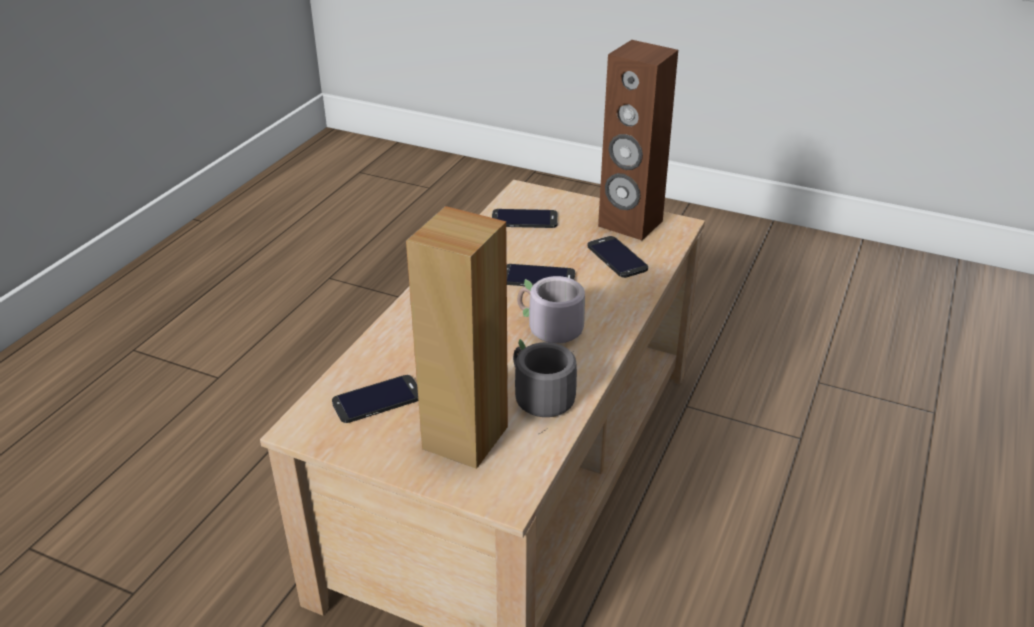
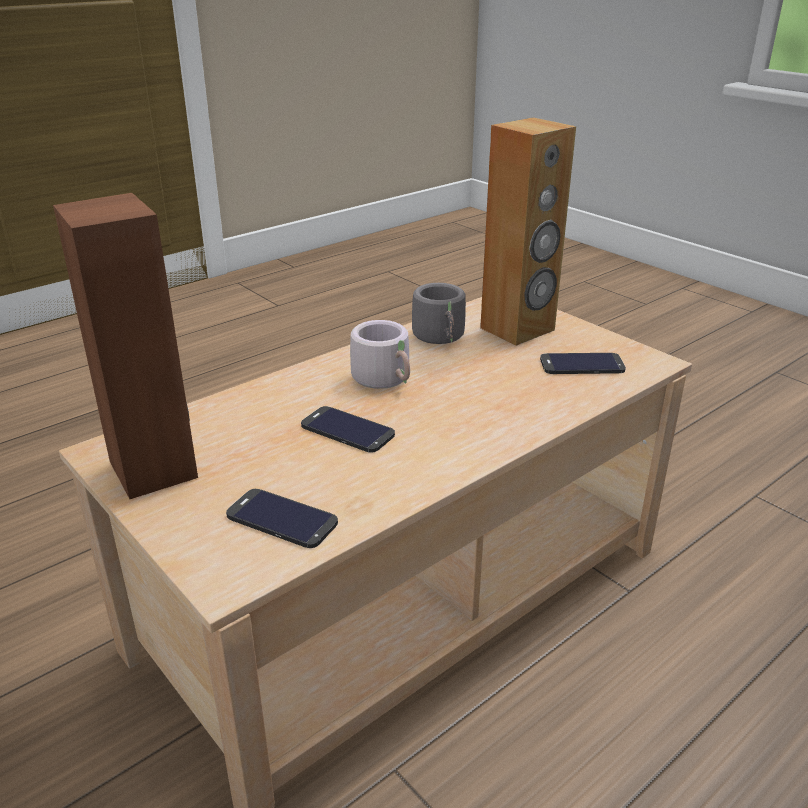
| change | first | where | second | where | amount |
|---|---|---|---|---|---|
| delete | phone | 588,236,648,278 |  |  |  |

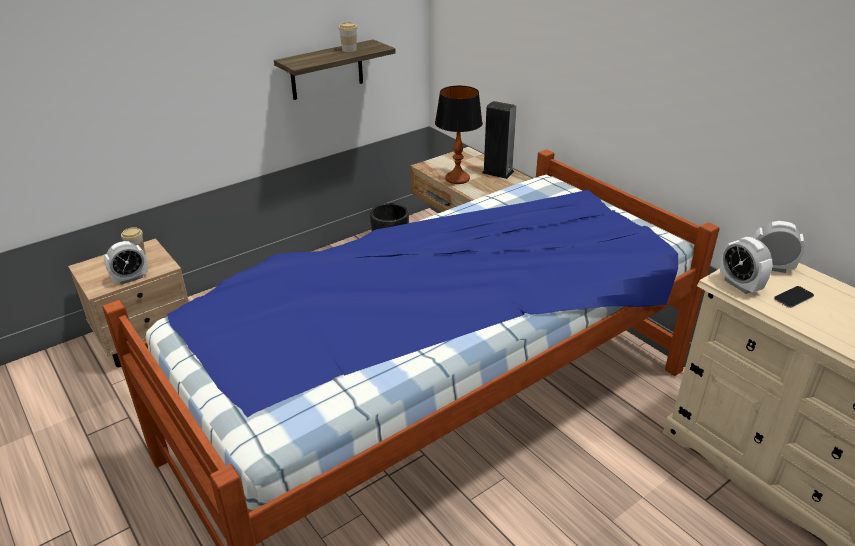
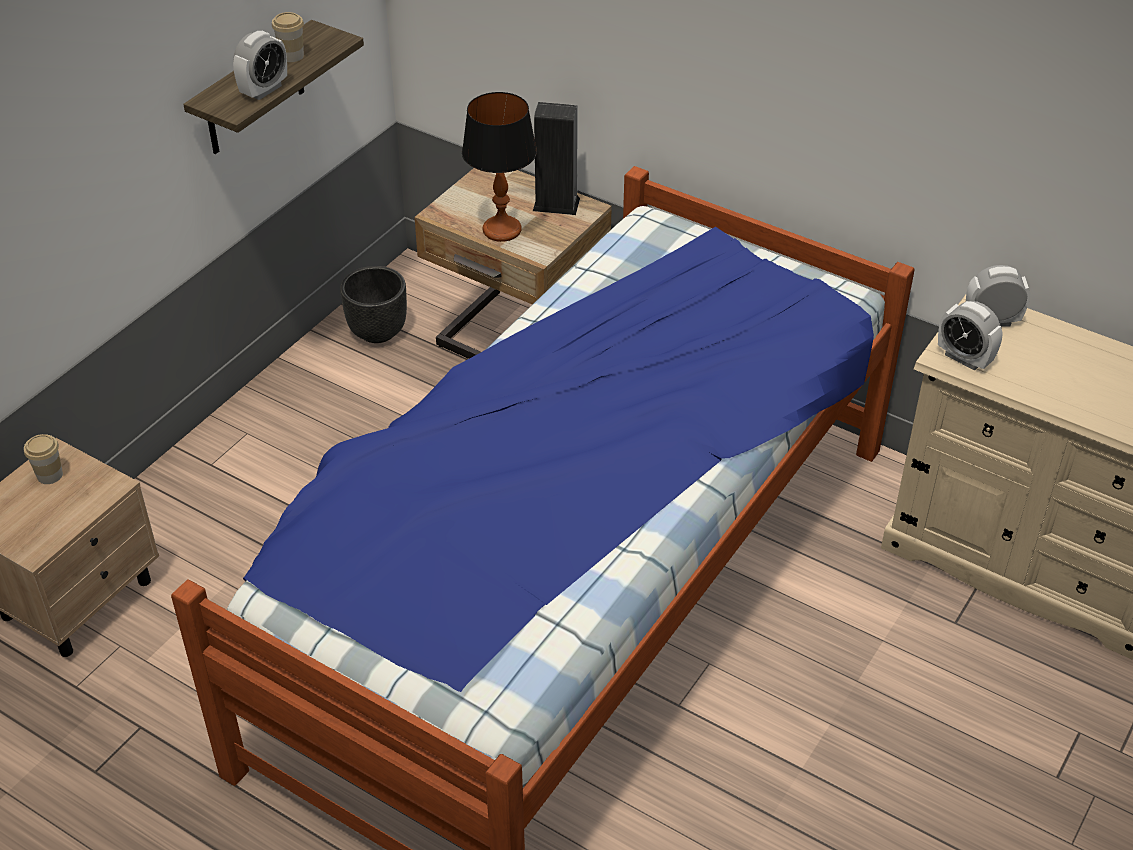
| change | first | where | second | where | amount |
|---|---|---|---|---|---|
| delete | phone | 774,286,814,308 |  |  |  |
| move | alarm clock | 104,241,148,285 |  | 233,31,287,100 |  |

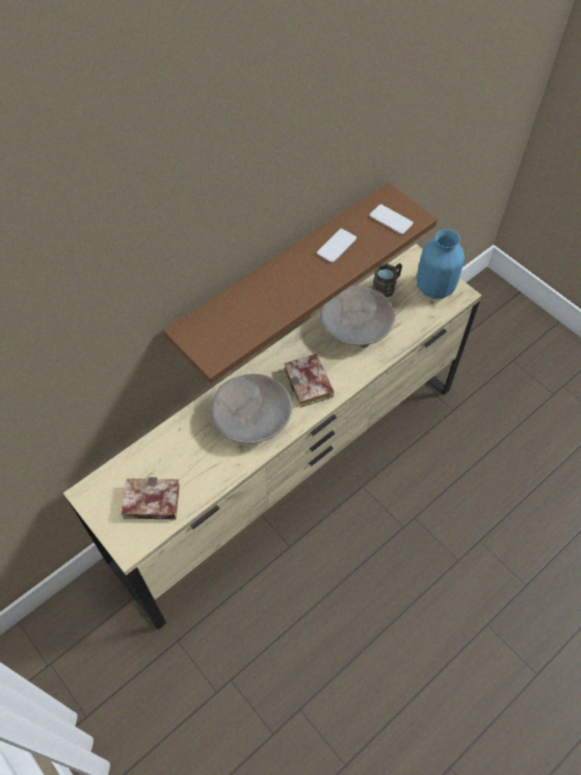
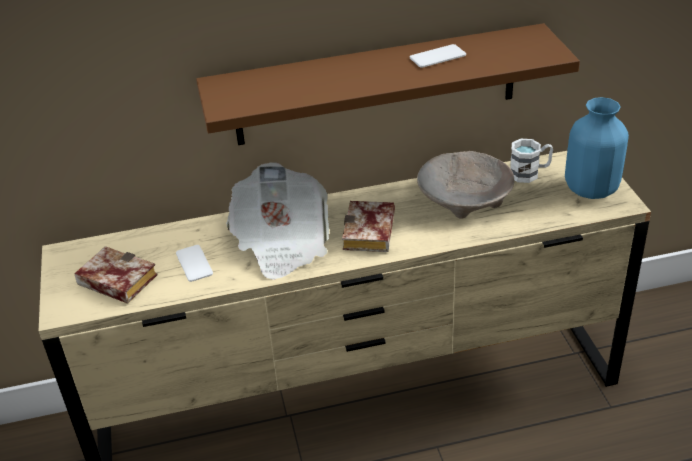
| change | first | where | second | where | amount |
|---|---|---|---|---|---|
| move | phone | 370,204,413,234 |  | 176,245,213,282 |  |
| replace | beige bowl | 210,374,292,444 | newspaper | 226,162,329,280 |  |
| recolor | brown mug | 372,263,402,297 | white mug | 510,139,553,183 |  |

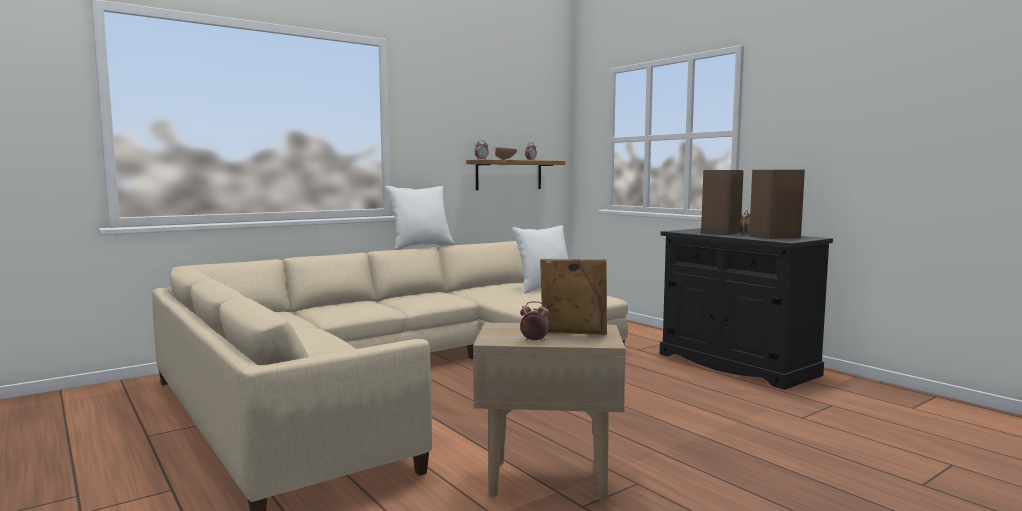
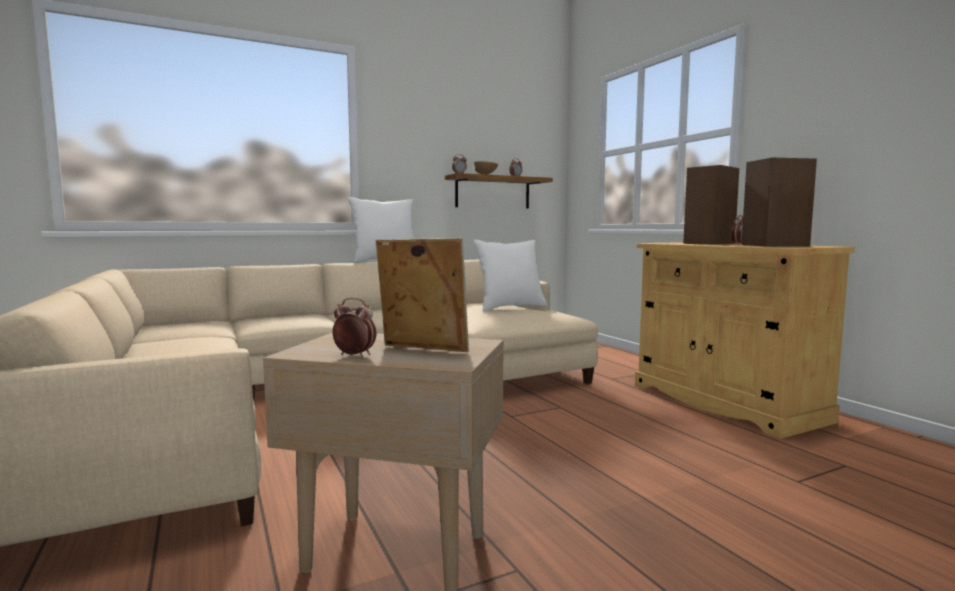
| change | first | where | second | where | amount |
|---|---|---|---|---|---|
| recolor | black cabinet | 660,228,833,390 | beige cabinet | 635,242,855,439 |  |

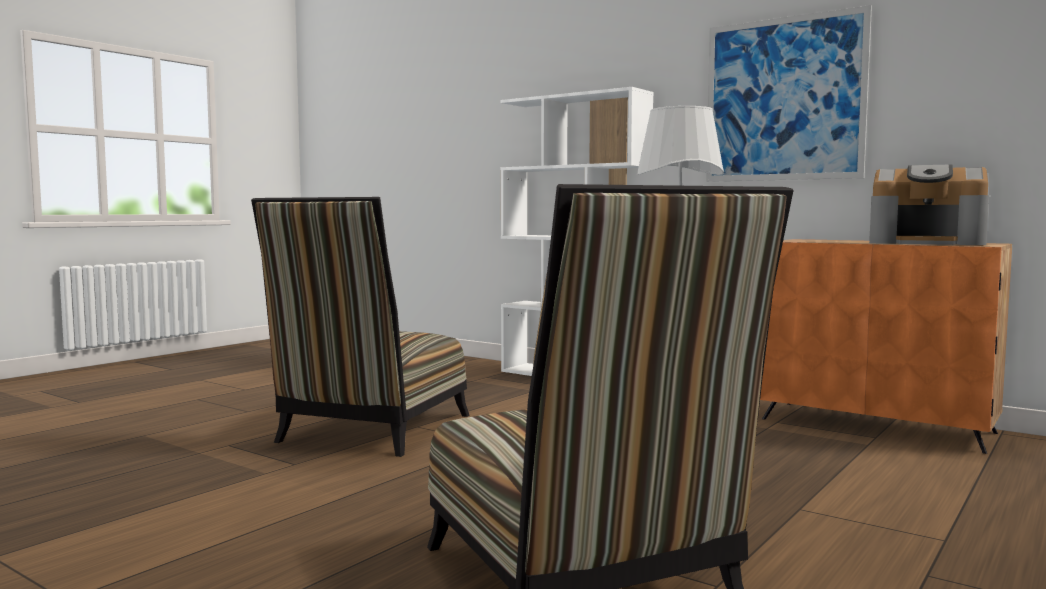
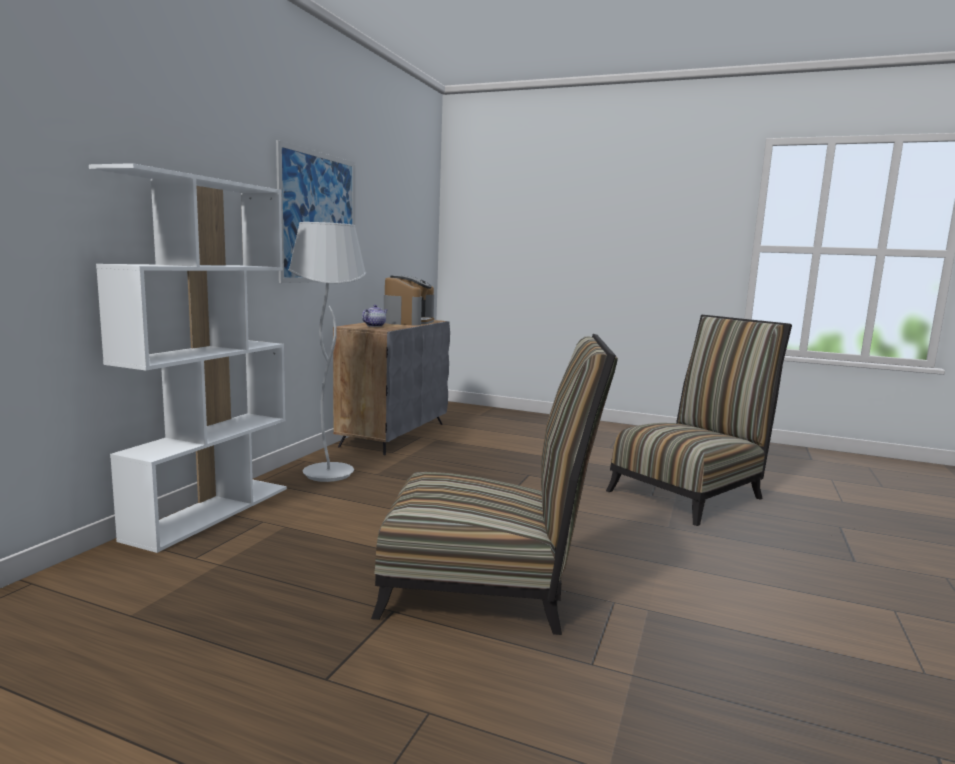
| change | first | where | second | where | amount |
|---|---|---|---|---|---|
| insert |  |  | teapot | 362,305,387,327 |  |
| recolor | orange cabinet | 760,239,1012,454 | grey cabinet | 333,320,450,455 |  |

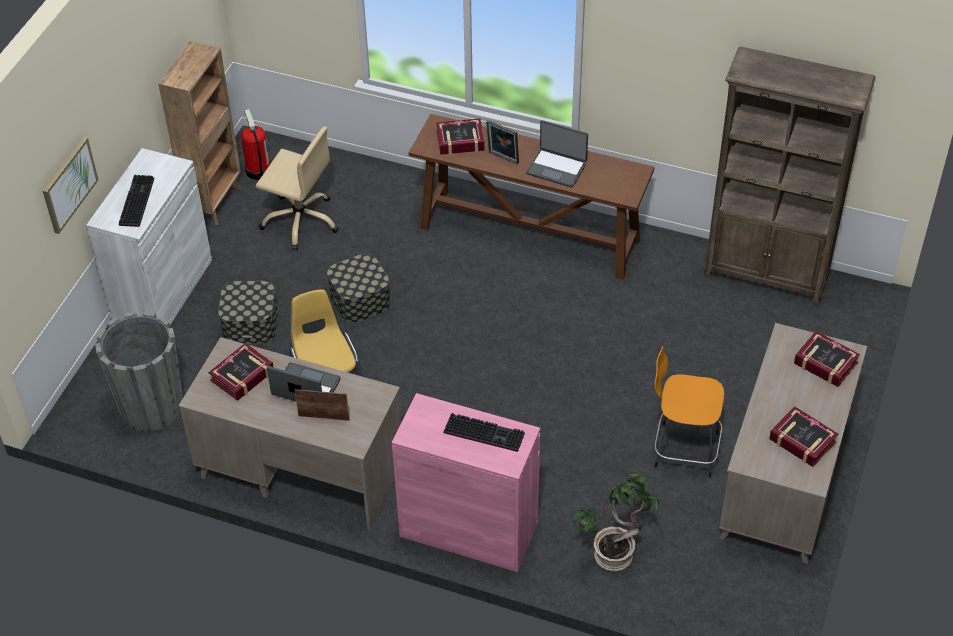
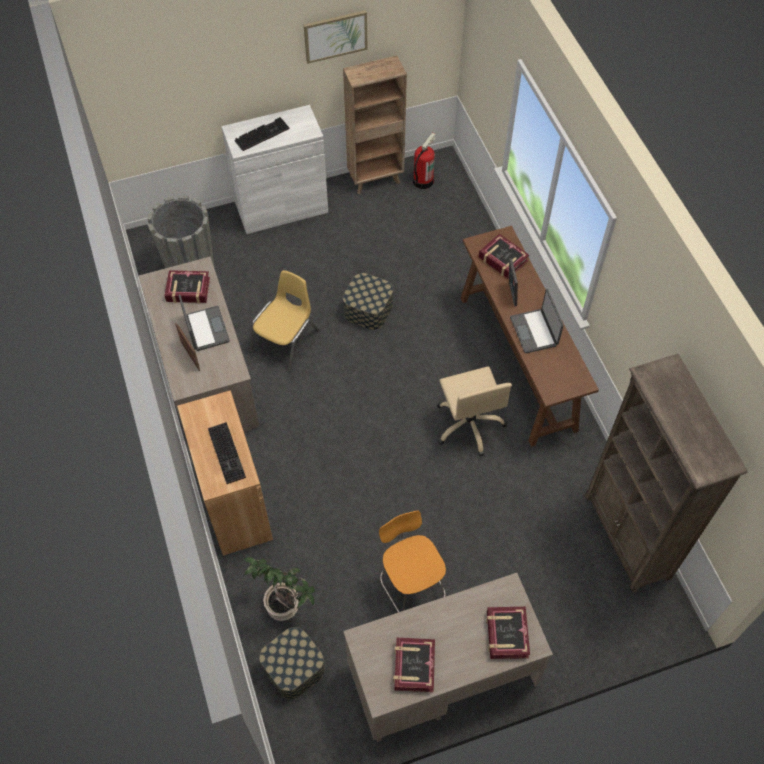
| change | first | where | second | where | amount |
|---|---|---|---|---|---|
| move | picture | 43,137,98,234 |  | 304,10,368,64 |  |
| move | storage box | 218,281,278,344 |  | 259,627,325,700 |  |
| move | beige office chair | 256,126,339,250 |  | 437,366,512,456 |  |
| recolor | pink cabinet | 392,393,540,572 | brown cabinet | 177,390,273,556 |  |

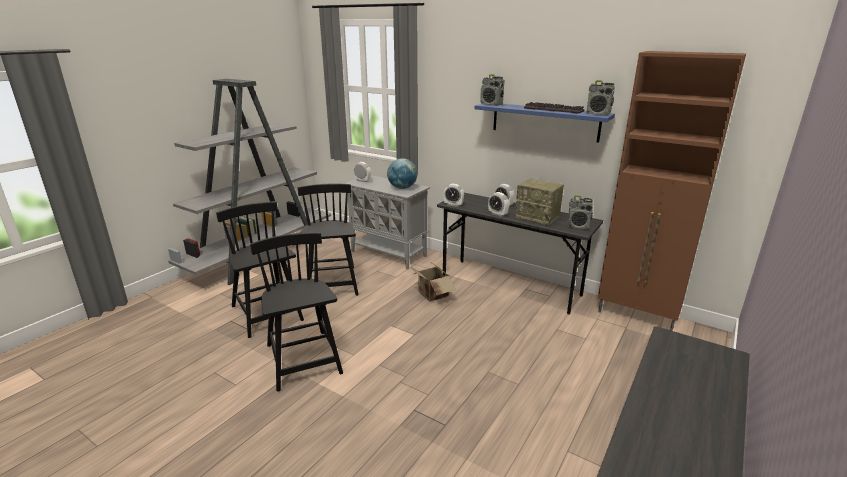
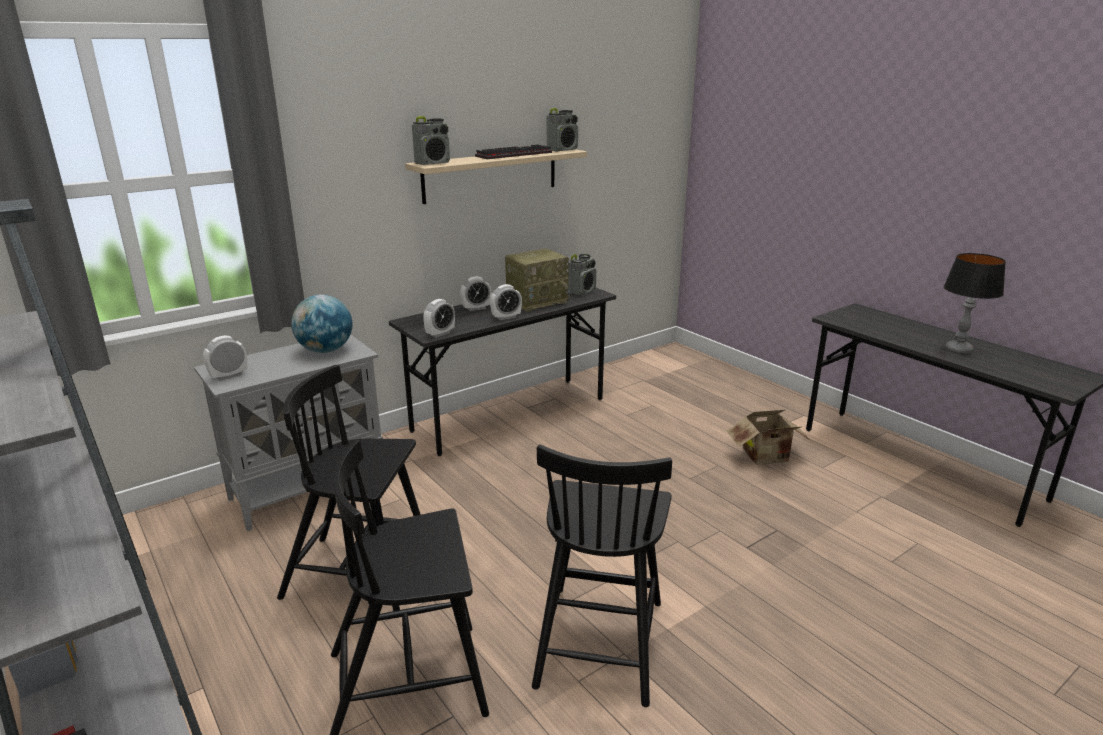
| change | first | where | second | where | amount |
|---|---|---|---|---|---|
| delete | brown cabinet | 598,51,746,331 |  |  |  |
| insert |  |  | table lamp | 943,253,1006,354 |  |
| move | cardboard box | 410,261,456,301 |  | 726,410,811,465 |  |
| recolor | blue shelf | 475,104,615,143 | beige shelf | 405,149,587,204 |  |
| rotate | black chair | 250,232,343,392 |  | 532,444,672,707 | 75 degrees counterclockwise |

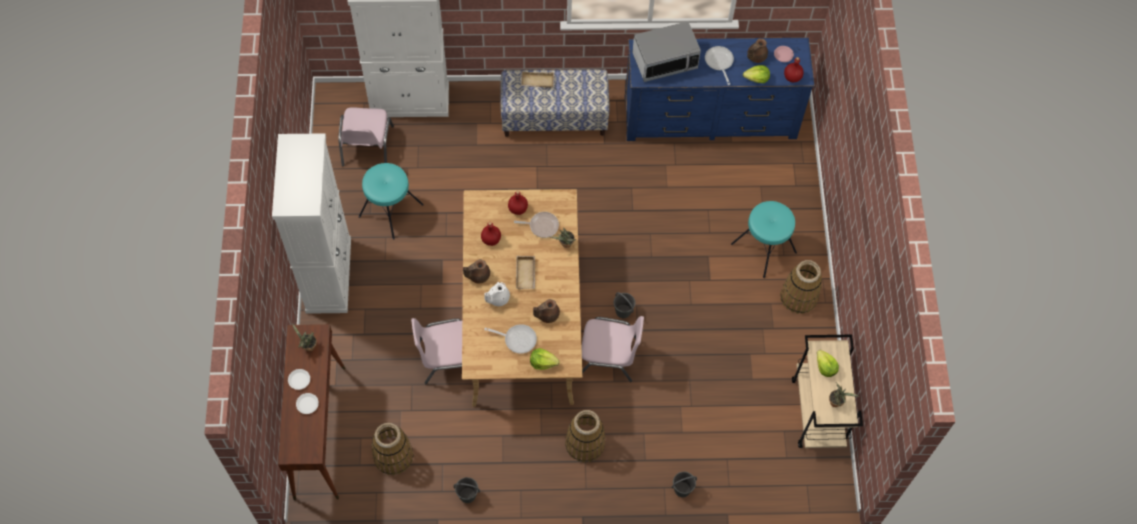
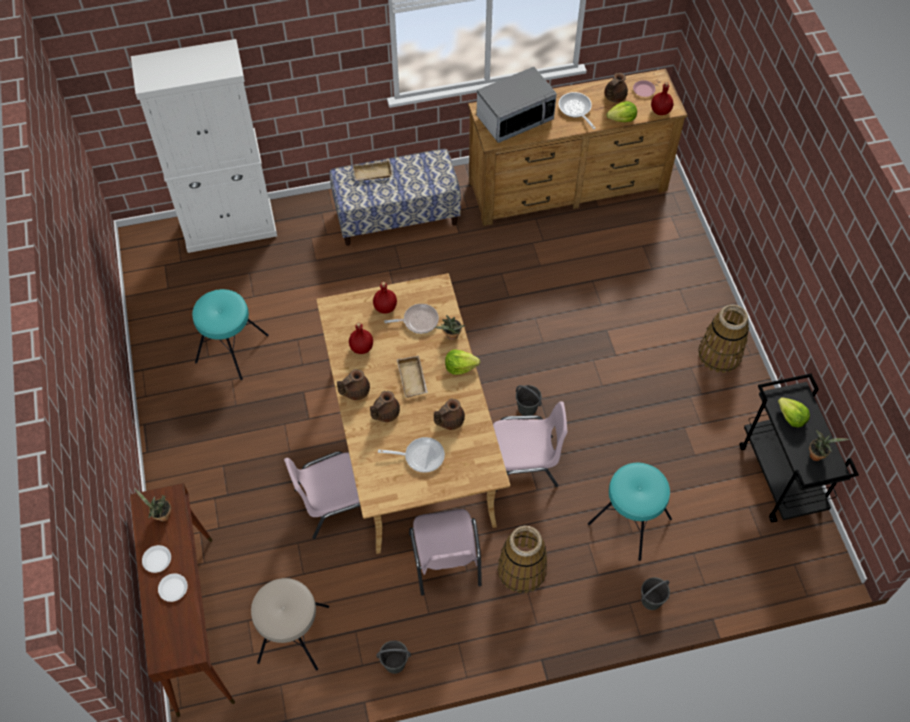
| change | first | where | second | where | amount |
|---|---|---|---|---|---|
| delete | white cabinet | 272,133,351,314 |  |  |  |
| move | pink chair | 338,107,394,166 |  | 409,509,482,596 |  |
| move | lettuce | 530,348,560,370 |  | 445,350,480,375 |  |
| move | turquoise stool | 731,201,797,278 |  | 588,463,672,561 |  |
| replace | basket | 372,423,413,475 | beige stool | 251,578,329,670 |  |
| recolor | white teapot | 484,282,510,306 | brown teapot | 370,391,400,422 |  |
| recolor | blue dresser | 625,37,815,141 | brown dresser | 468,69,688,226 |  |
| recolor | beige cart | 792,335,863,448 | black cart | 740,374,859,522 |  |

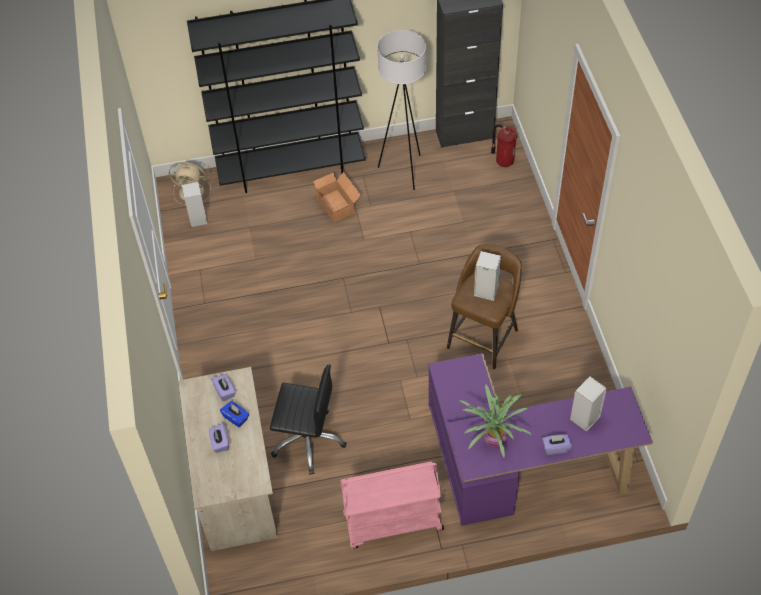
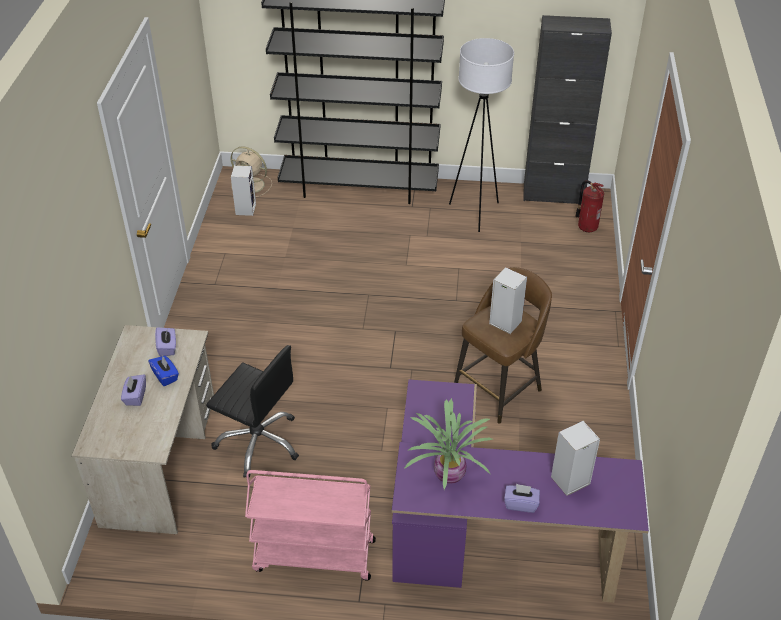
| change | first | where | second | where | amount |
|---|---|---|---|---|---|
| delete | cardboard box | 313,172,361,222 |  |  |  |

